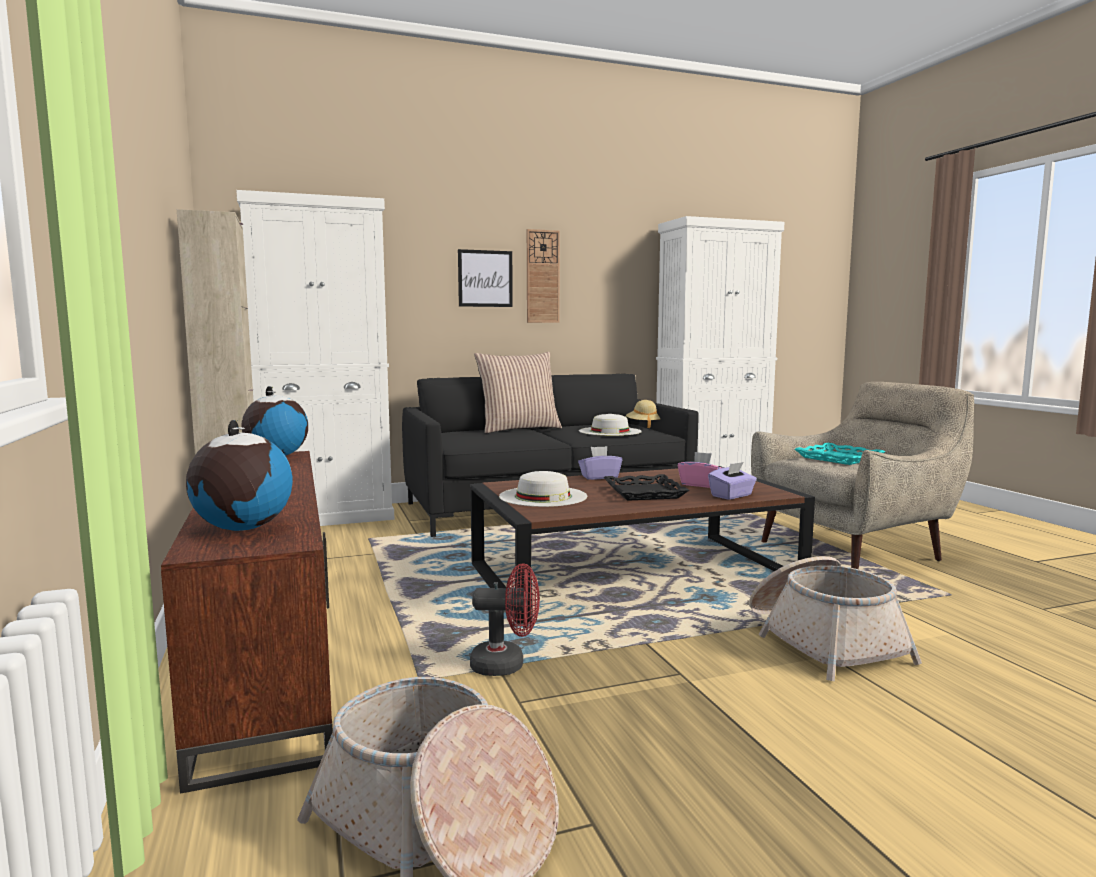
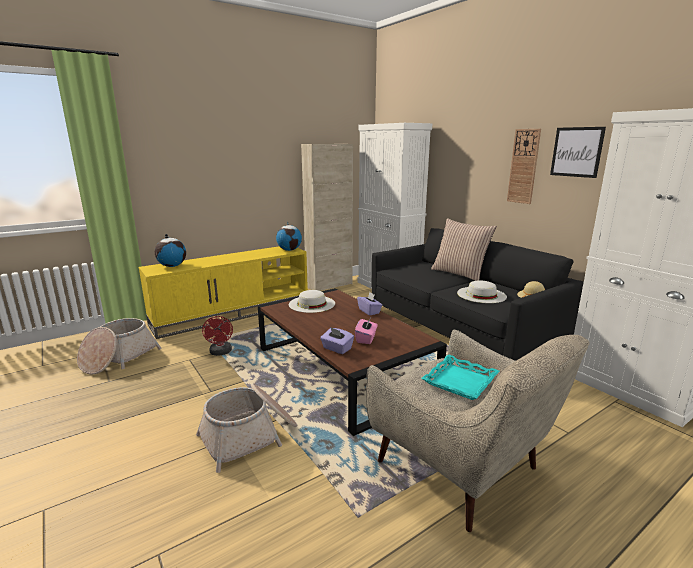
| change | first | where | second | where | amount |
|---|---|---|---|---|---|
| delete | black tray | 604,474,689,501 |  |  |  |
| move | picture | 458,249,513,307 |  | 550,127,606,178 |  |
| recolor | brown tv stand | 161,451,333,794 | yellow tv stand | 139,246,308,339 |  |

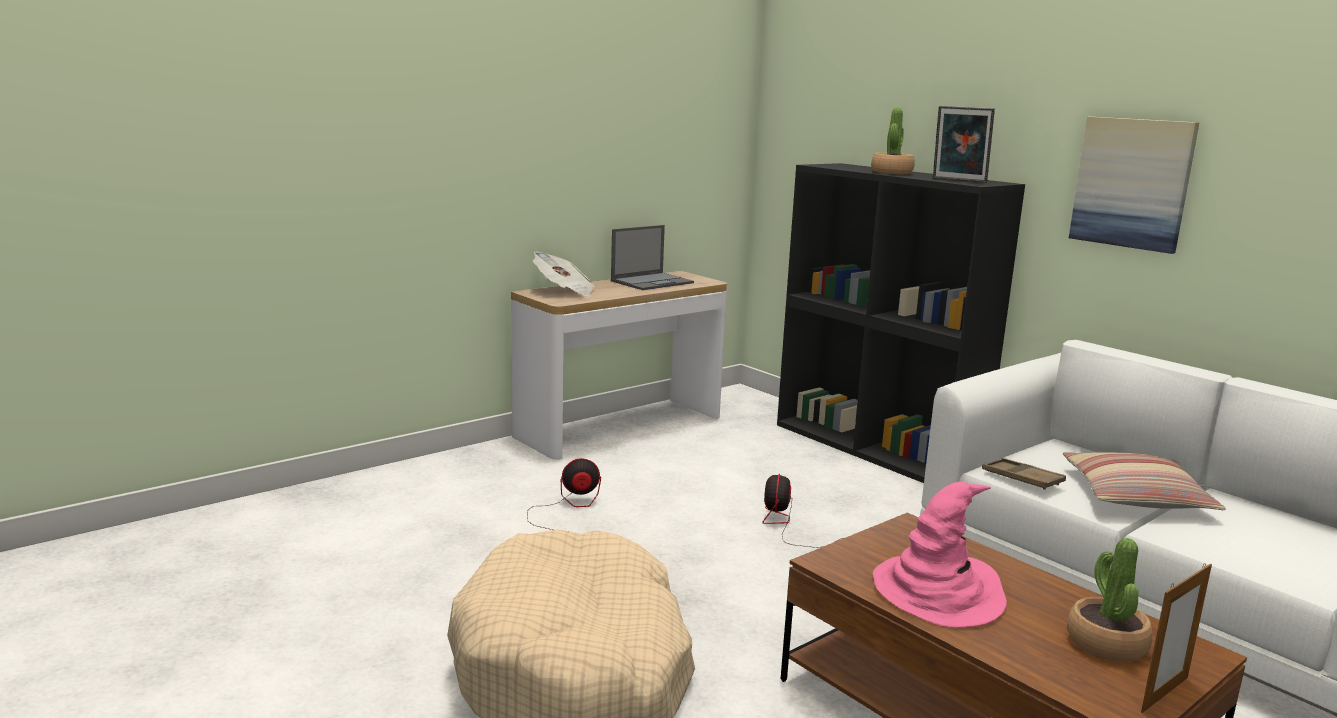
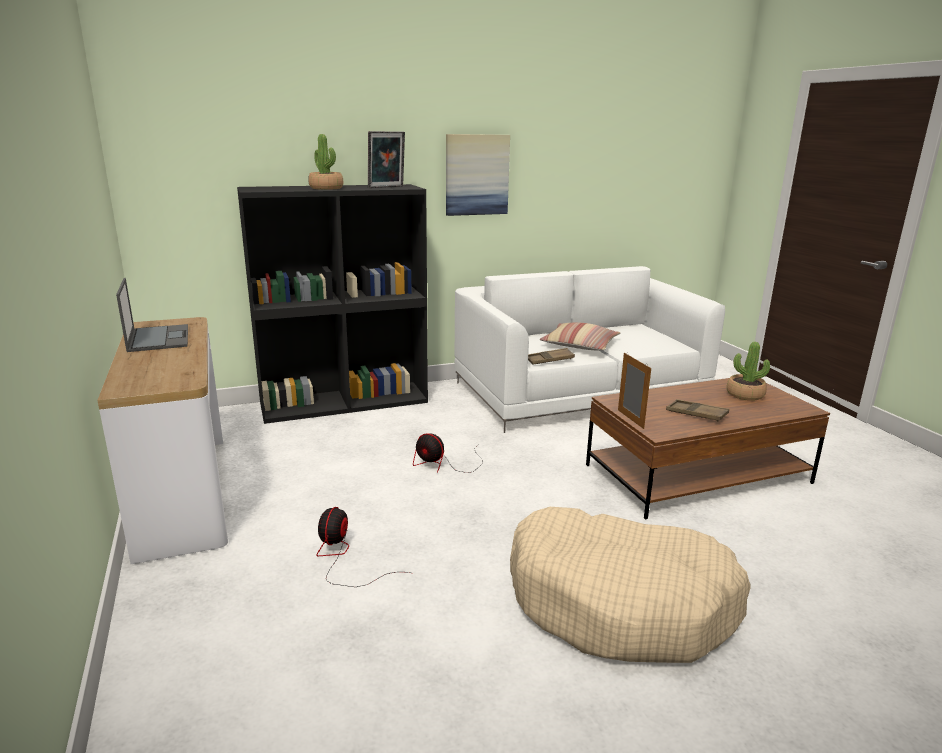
| change | first | where | second | where | amount |
|---|---|---|---|---|---|
| delete | newspaper | 533,251,595,297 |  |  |  |
| move | picture frame | 1141,563,1212,713 |  | 618,353,651,429 |  |
| replace | pink hat | 873,482,1007,628 | brown tray | 666,399,729,421 |  |

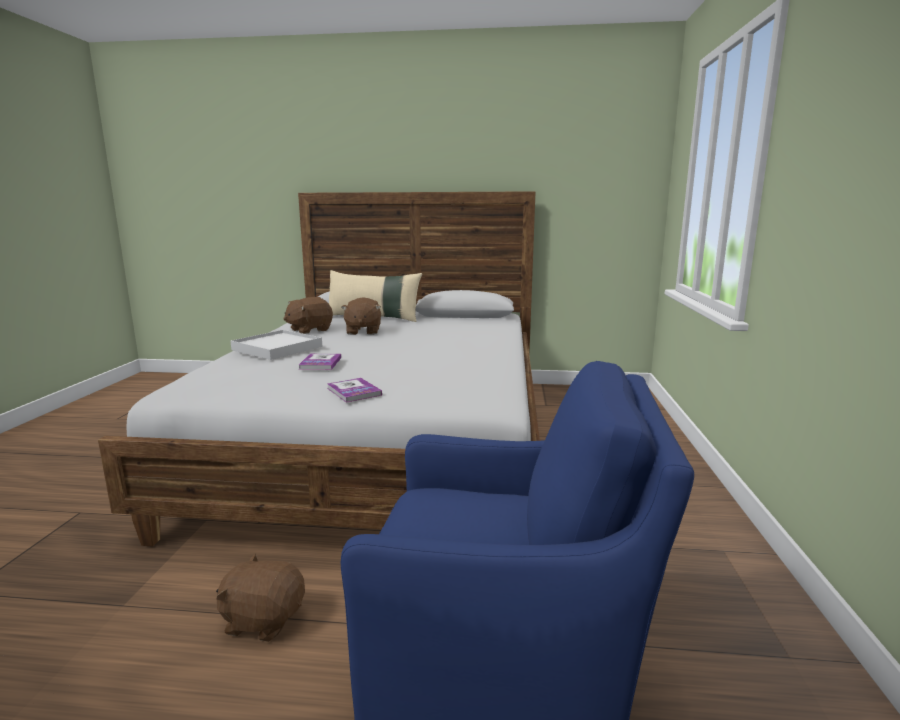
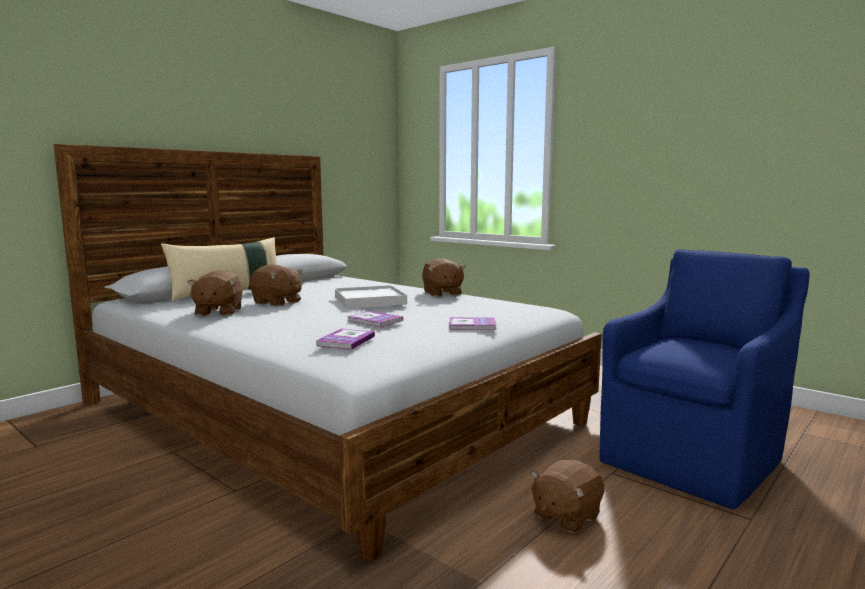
| change | first | where | second | where | amount |
|---|---|---|---|---|---|
| insert |  |  | book | 316,329,375,350 |  |
| insert |  |  | brown plush toy | 422,258,466,297 |  |
| move | white tray | 231,330,322,360 |  | 335,285,407,308 |  |

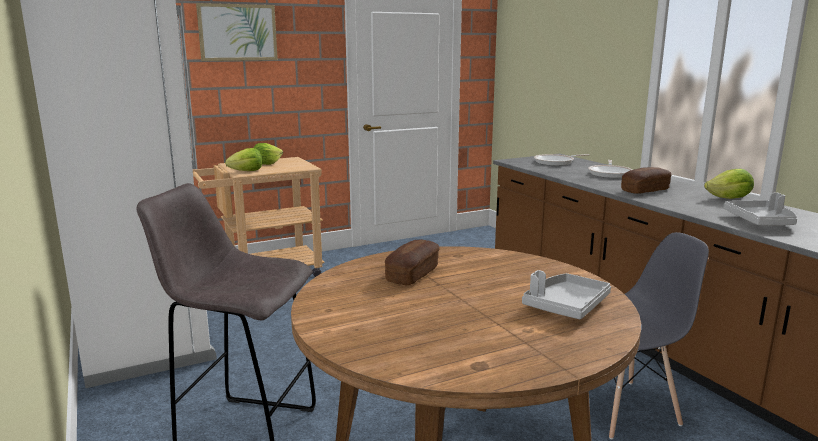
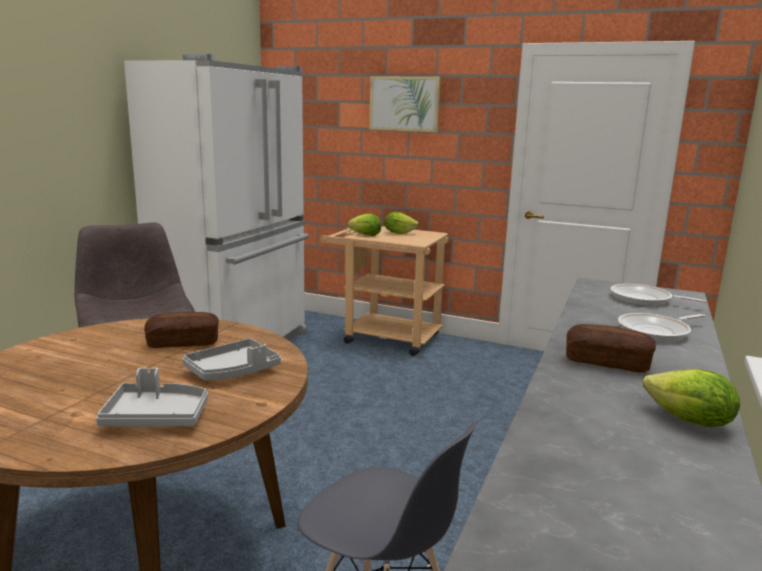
| change | first | where | second | where | amount |
|---|---|---|---|---|---|
| move | grey tray | 723,193,797,226 |  | 182,338,281,380 |  |

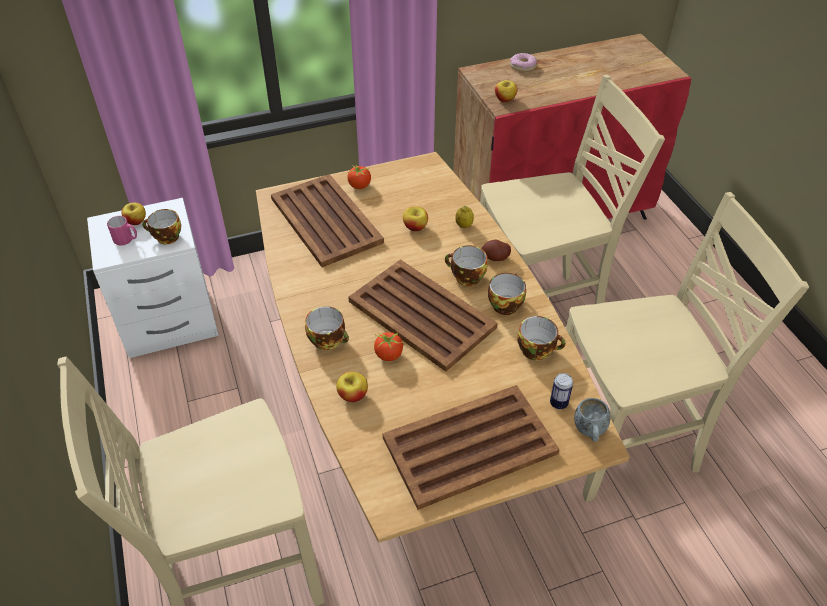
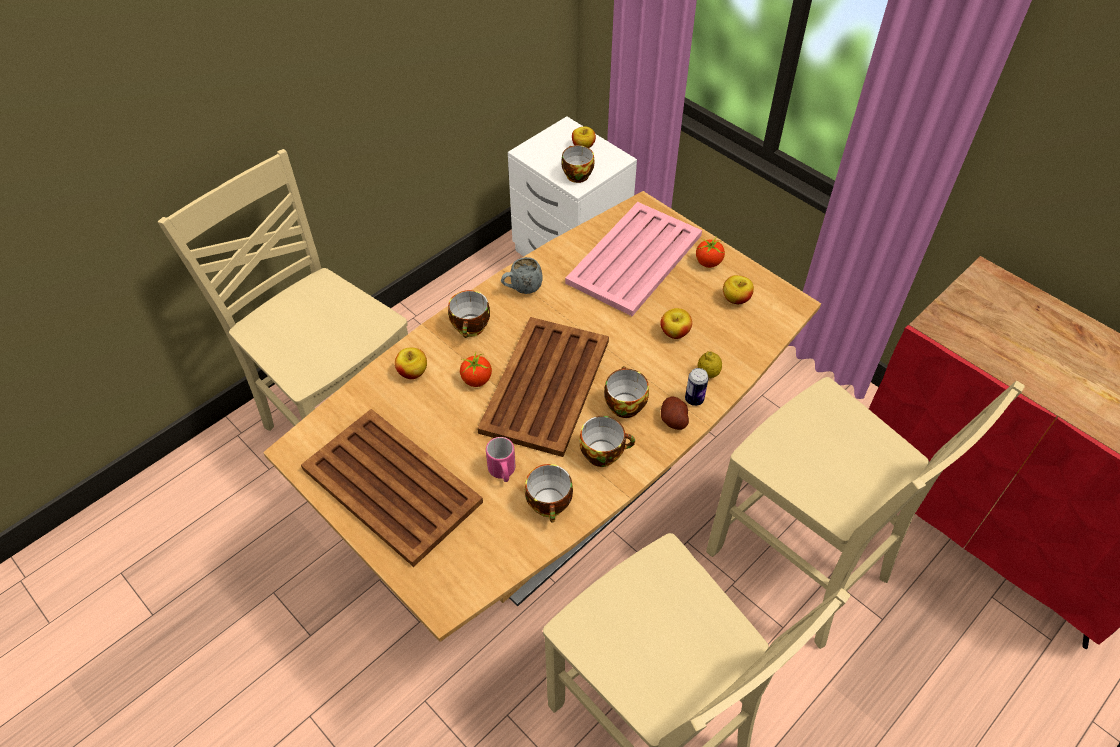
| change | first | where | second | where | amount |
|---|---|---|---|---|---|
| delete | donut | 510,53,537,72 |  |  |  |
| move | pink mug | 107,216,137,246 |  | 486,437,515,482 |  |
| move | apple | 495,80,517,102 |  | 723,275,754,304 |  |
| move | can | 550,373,573,409 |  | 685,368,709,406 |  |
| move | grey mug | 574,398,611,441 |  | 501,257,542,294 |  |
| recolor | brown tray | 271,174,384,267 | pink tray | 565,202,702,316 |  |

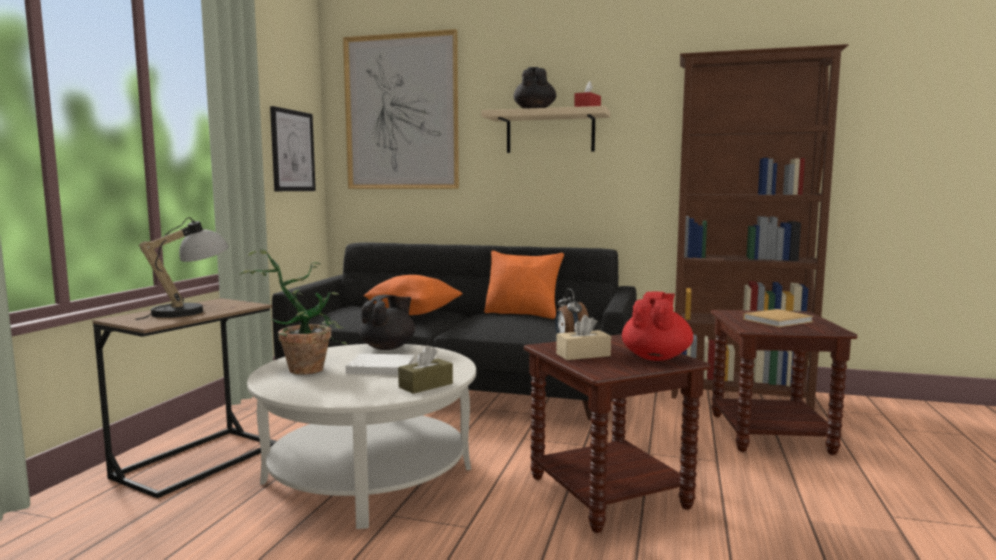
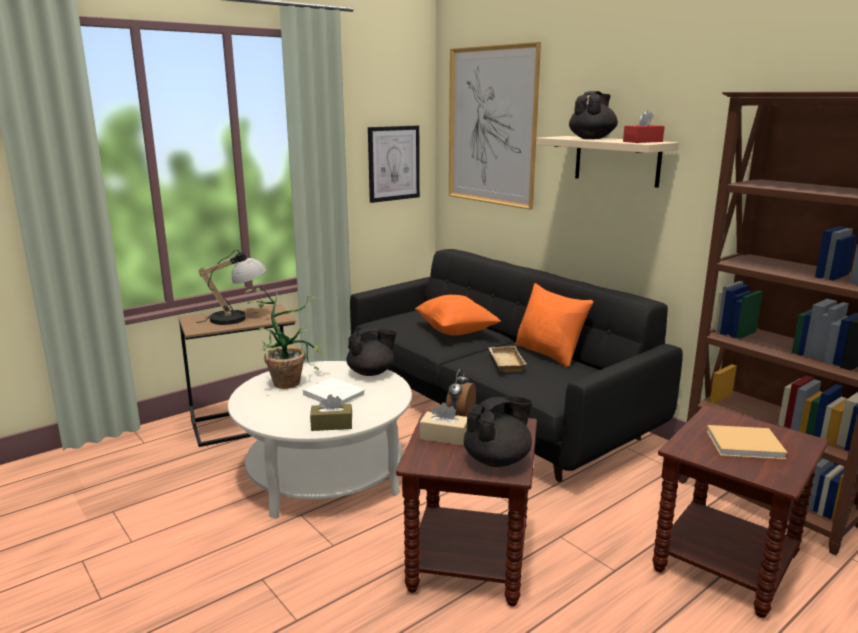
| change | first | where | second | where | amount |
|---|---|---|---|---|---|
| insert |  |  | beige tray | 489,346,527,372 |  |
| recolor | red teapot | 622,291,693,361 | black teapot | 464,396,533,467 |  |

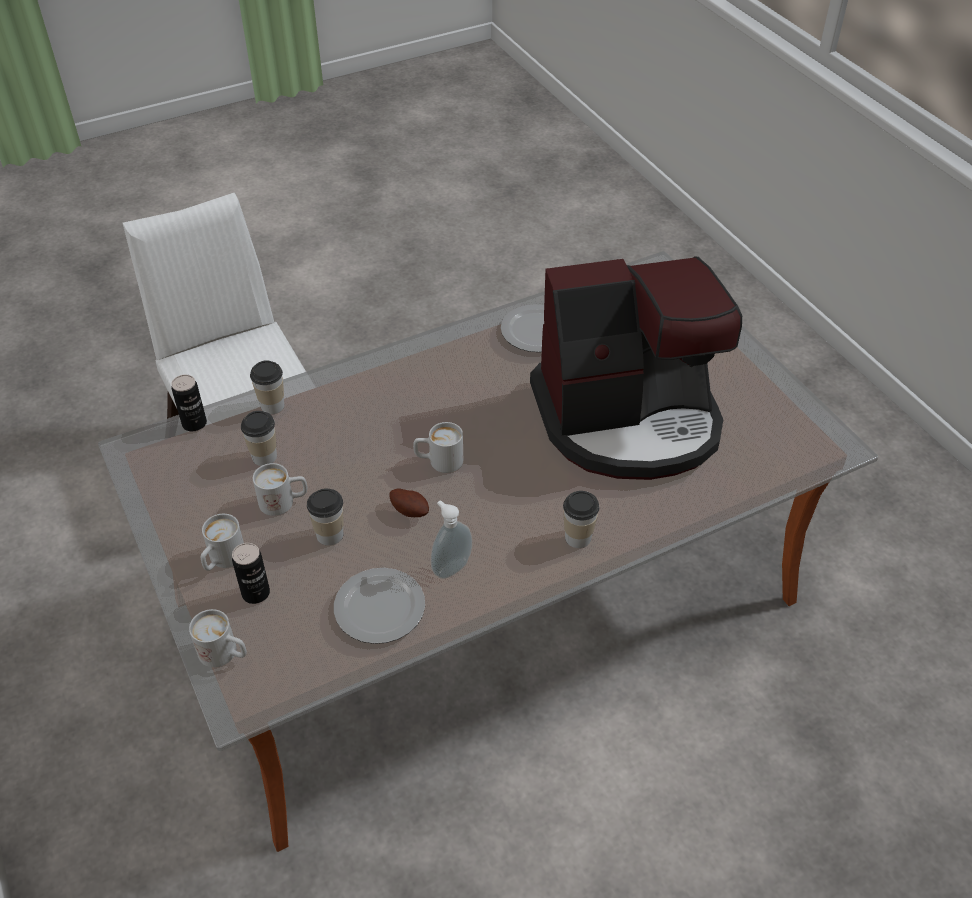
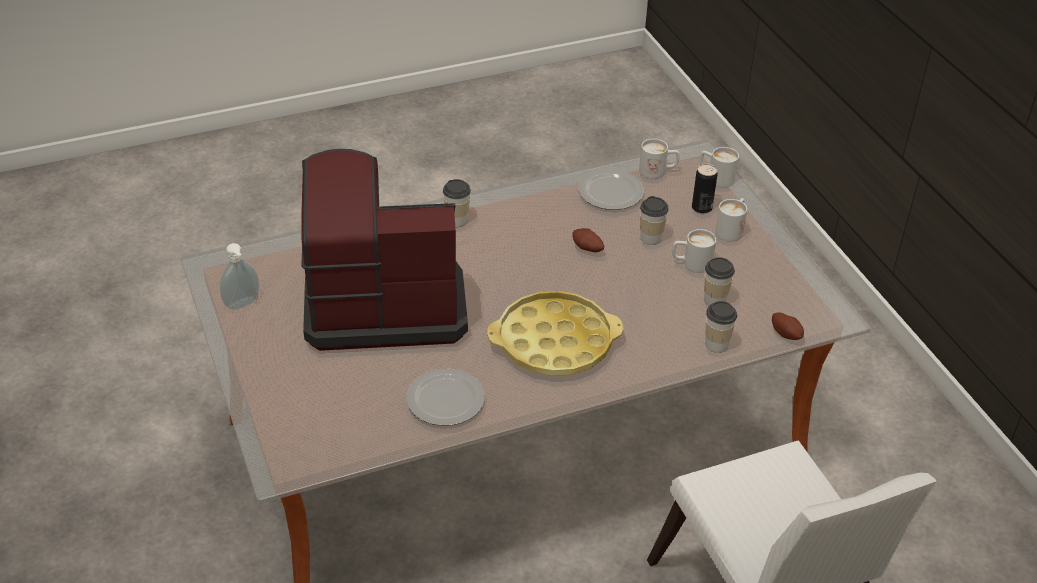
| change | first | where | second | where | amount |
|---|---|---|---|---|---|
| insert |  |  | yellow tray | 487,291,624,376 |  |
| move | white mug | 413,422,463,473 |  | 639,139,680,179 |  |
| move | soap dispenser | 431,500,472,579 |  | 220,243,259,310 |  |
| replace | can | 171,375,207,431 | potato | 772,312,804,340 |  |

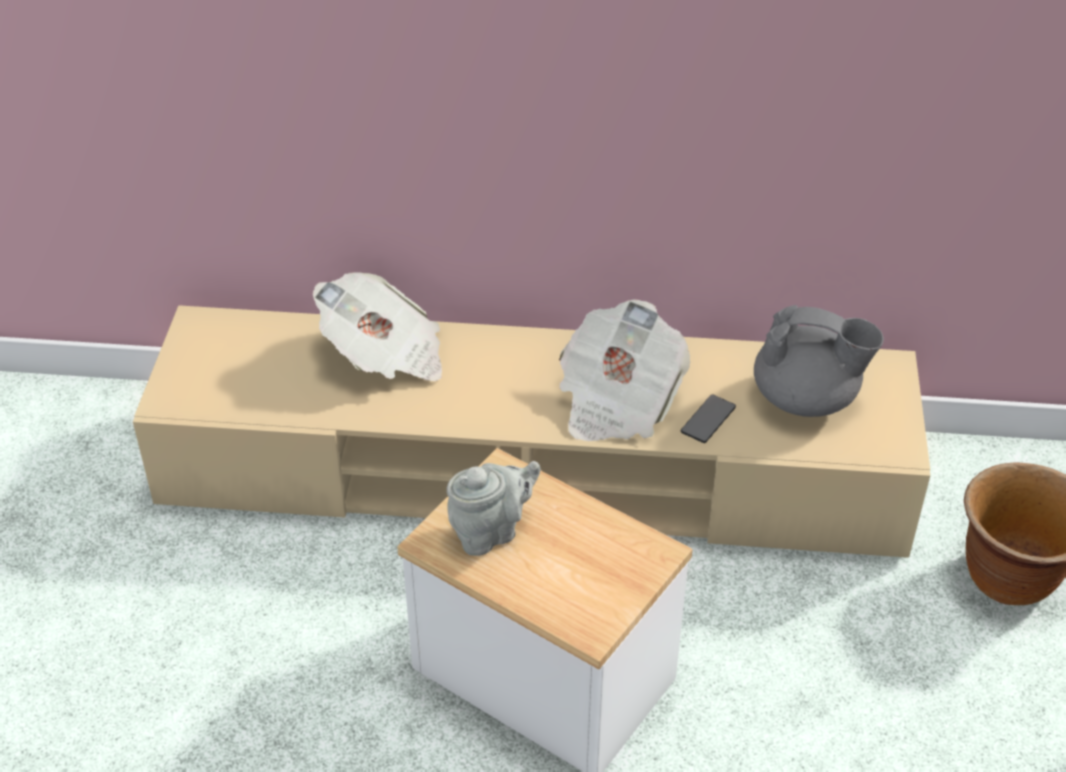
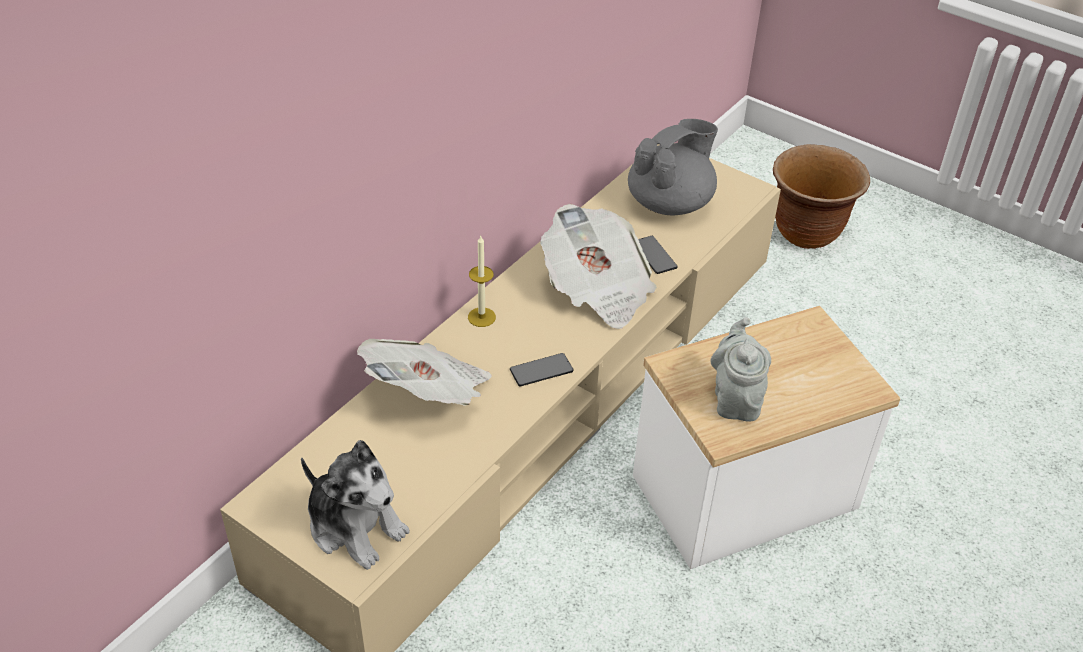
| change | first | where | second | where | amount |
|---|---|---|---|---|---|
| insert |  |  | plush toy | 301,440,410,570 |  |
| insert |  |  | candle | 468,236,496,327 |  |
| insert |  |  | phone | 510,353,574,387 |  |

